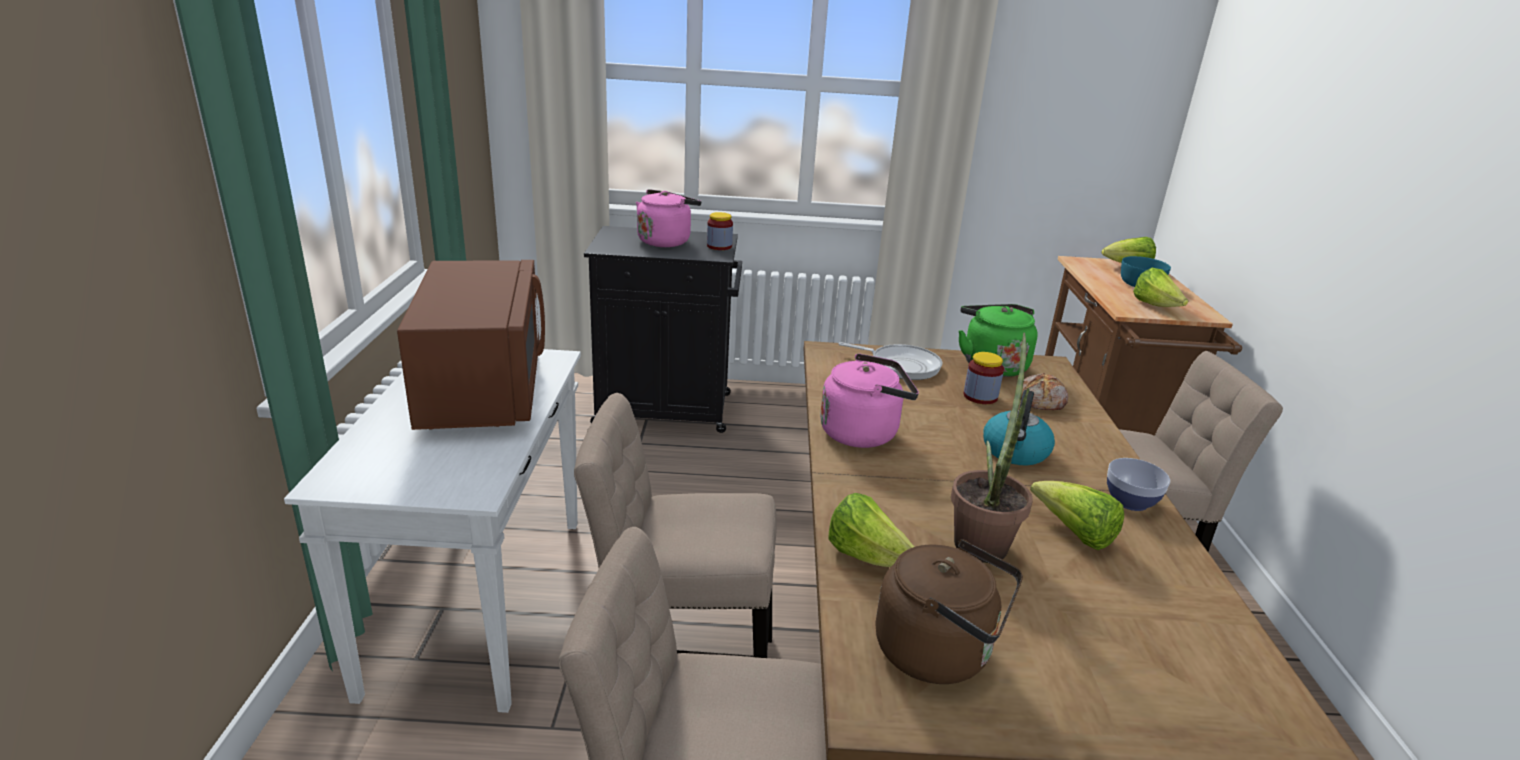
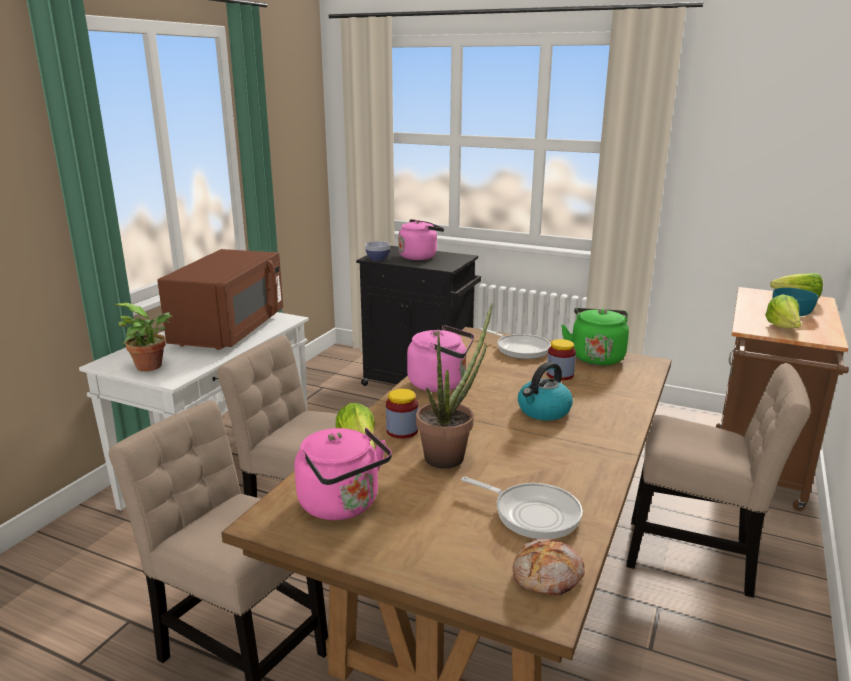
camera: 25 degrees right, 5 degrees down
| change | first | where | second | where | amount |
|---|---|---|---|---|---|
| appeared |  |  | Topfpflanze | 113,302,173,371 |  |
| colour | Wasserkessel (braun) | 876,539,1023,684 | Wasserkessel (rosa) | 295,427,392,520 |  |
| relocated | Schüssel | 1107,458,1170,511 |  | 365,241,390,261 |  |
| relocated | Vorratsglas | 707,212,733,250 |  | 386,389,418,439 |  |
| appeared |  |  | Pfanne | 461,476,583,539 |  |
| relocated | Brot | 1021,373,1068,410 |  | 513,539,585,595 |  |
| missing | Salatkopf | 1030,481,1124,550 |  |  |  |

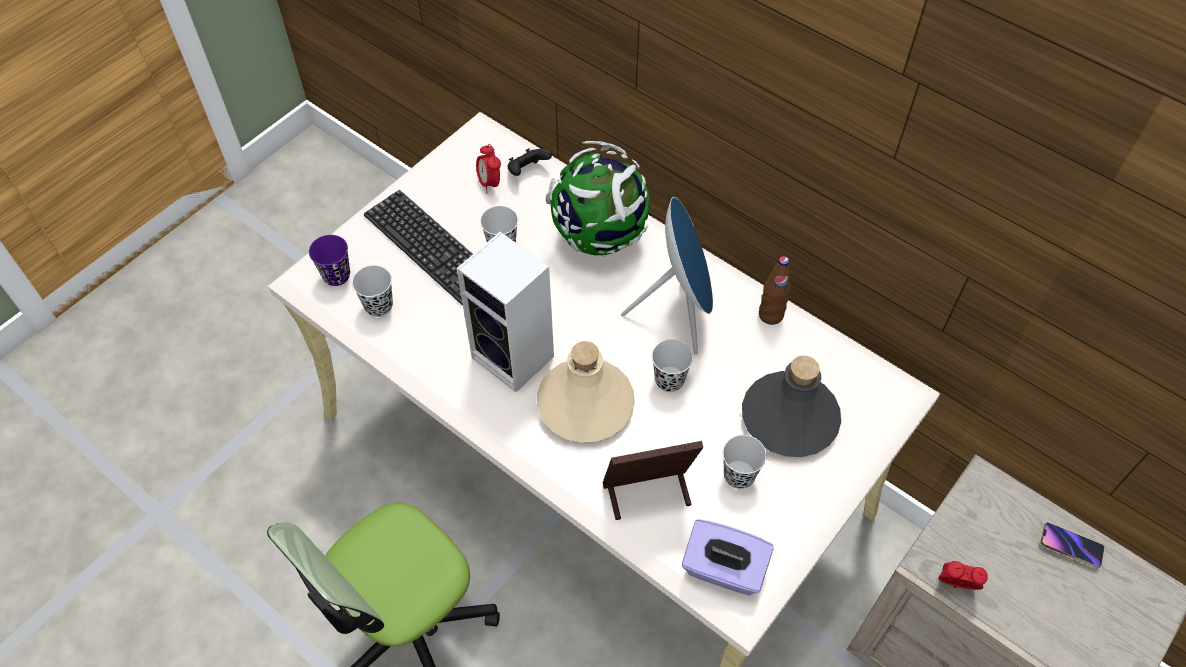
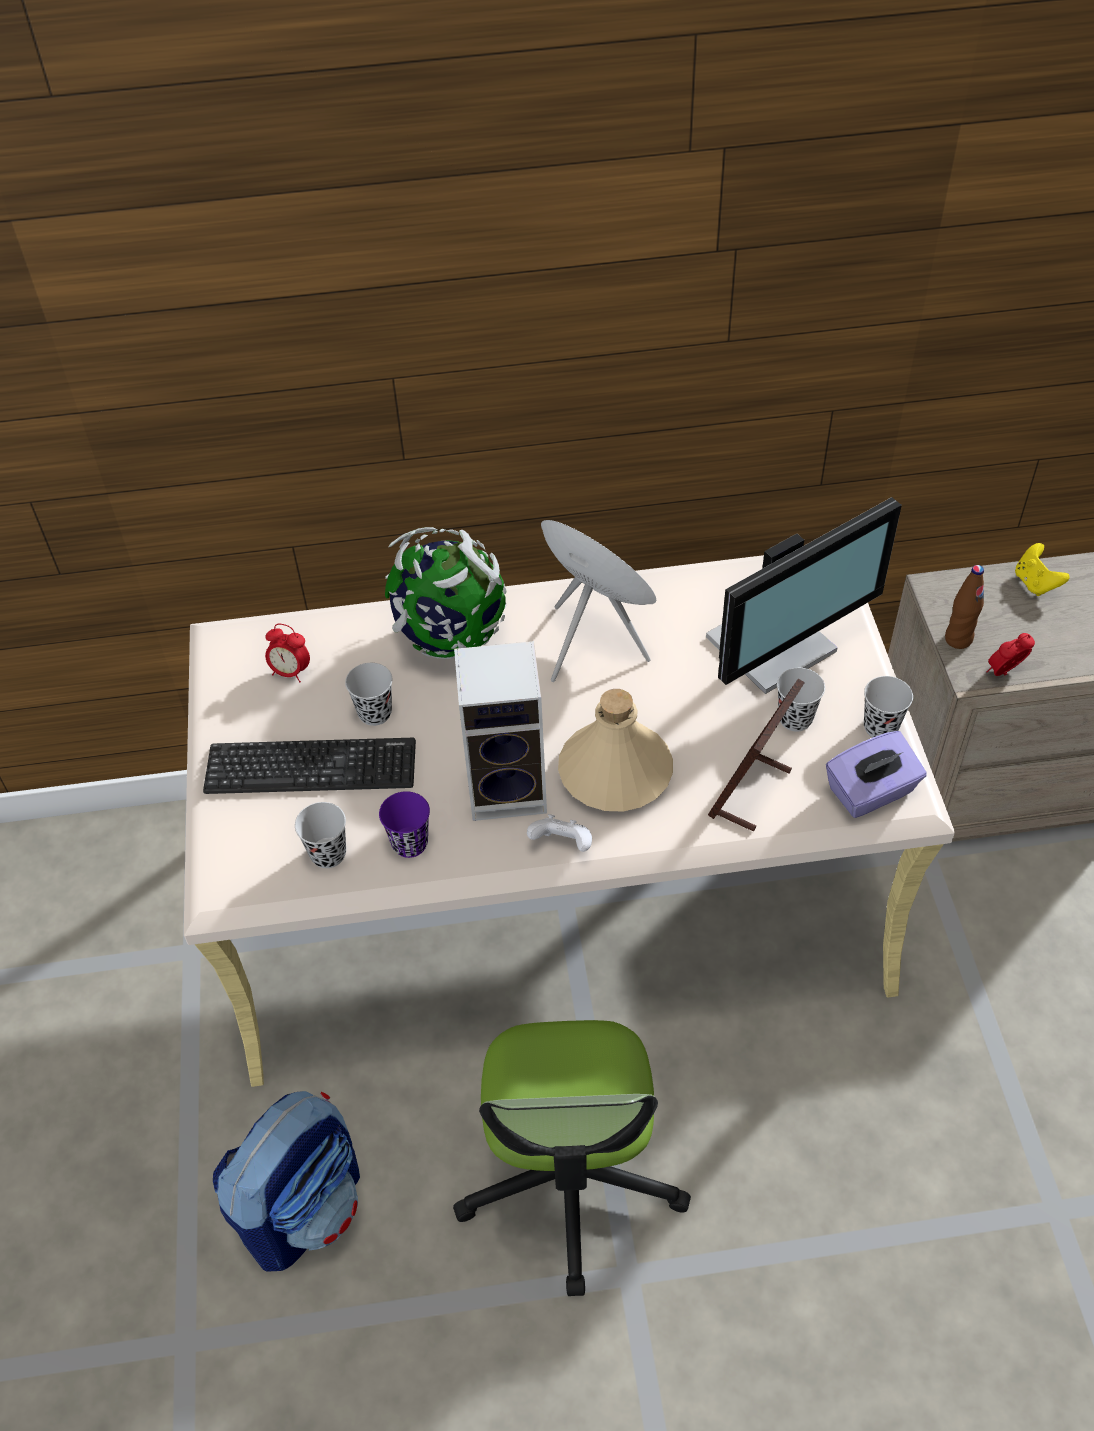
camera: 45 degrees left, 5 degrees down
| change | first | where | second | where | amount |
|---|---|---|---|---|---|
| appeared |  |  | Rucksack | 213,1091,360,1272 |  |
| relocated | Tasse (lila) | 309,235,350,286 |  | 379,791,430,858 |  |
| appeared |  |  | Gamepad (weiß) | 527,814,592,852 |  |
| exchanged | Flasche (grau) | 742,356,841,457 | Monitor | 706,497,902,694 |  |
| relocated | Tasse (schwarz) | 652,339,693,392 |  | 864,676,913,738 |  |
| relocated | Flasche (braun) | 759,256,791,325 |  | 945,565,984,649 |  |
| exchanged | Handy | 1040,522,1105,568 | Gamepad (gelb) | 1015,543,1070,596 |  |
| missing | Gamepad (schwarz) | 507,148,552,176 |  |  |  |

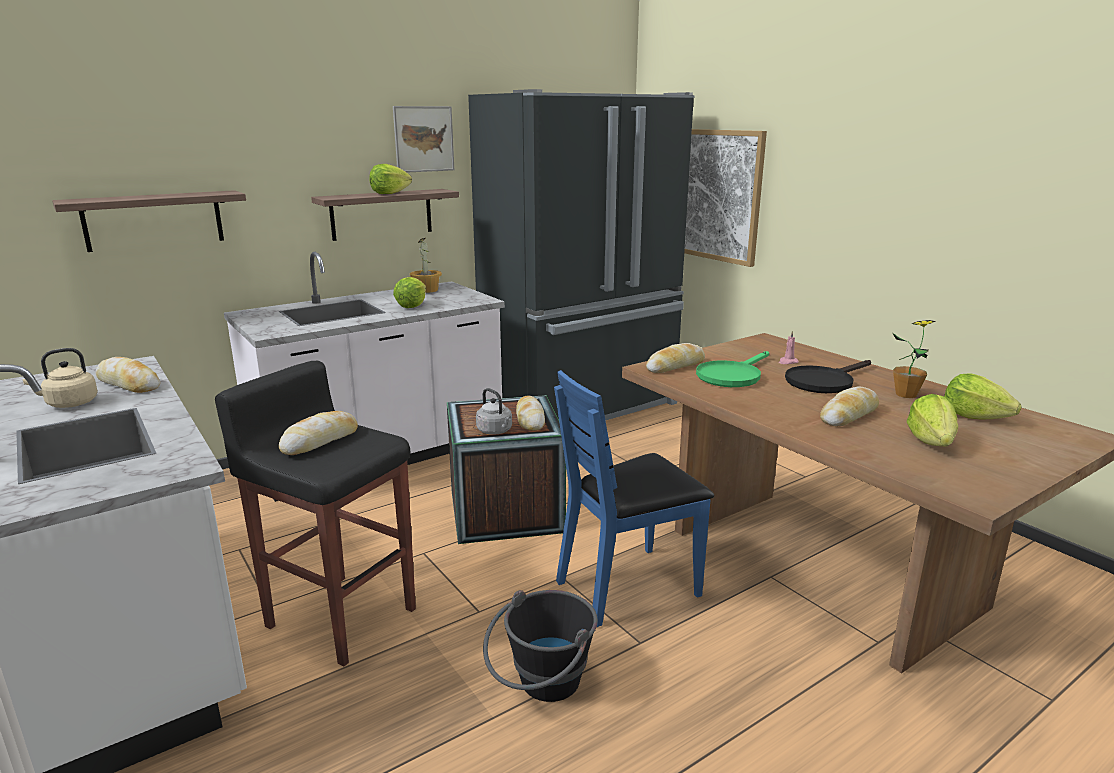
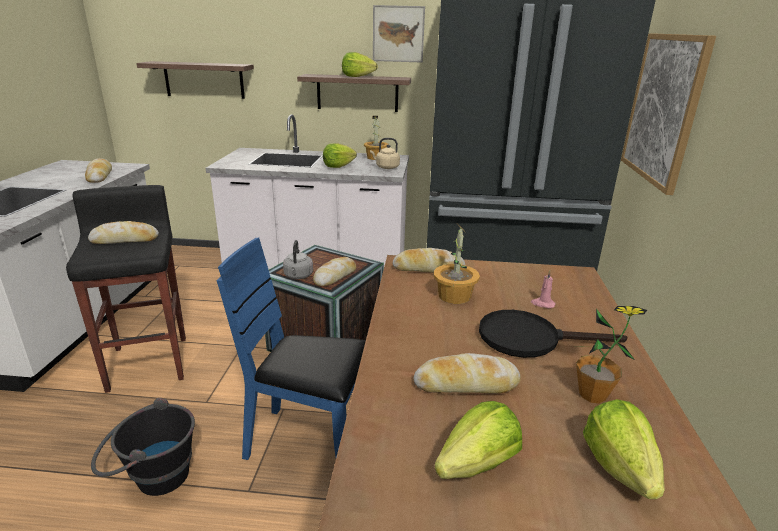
camera: 40 degrees right, 5 degrees up
| change | first | where | second | where | amount |
|---|---|---|---|---|---|
| relocated | Wasserkessel (beige) | 23,348,98,408 |  | 370,138,400,169 |  |
| exchanged | Pfanne (grün) | 696,351,769,387 | Topfpflanze | 434,225,480,304 |  |

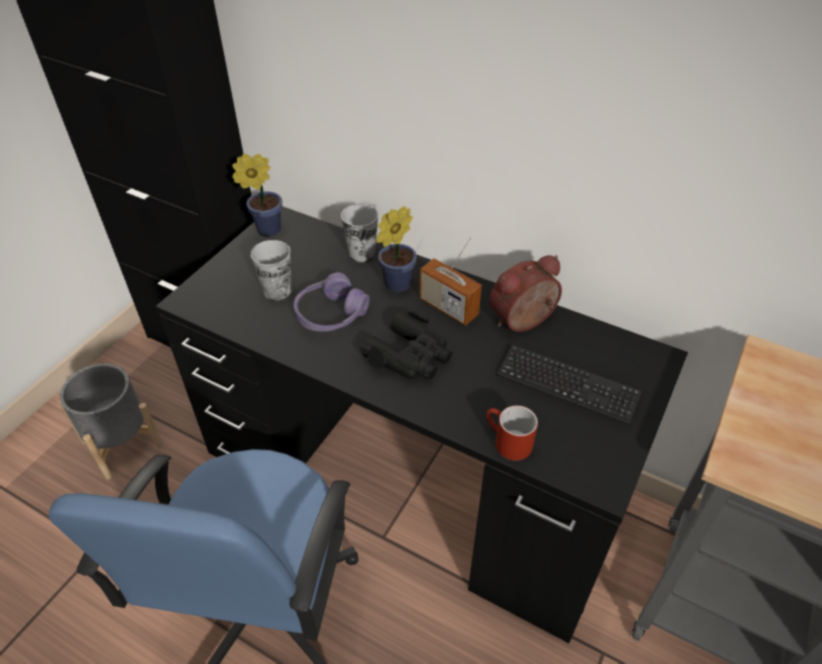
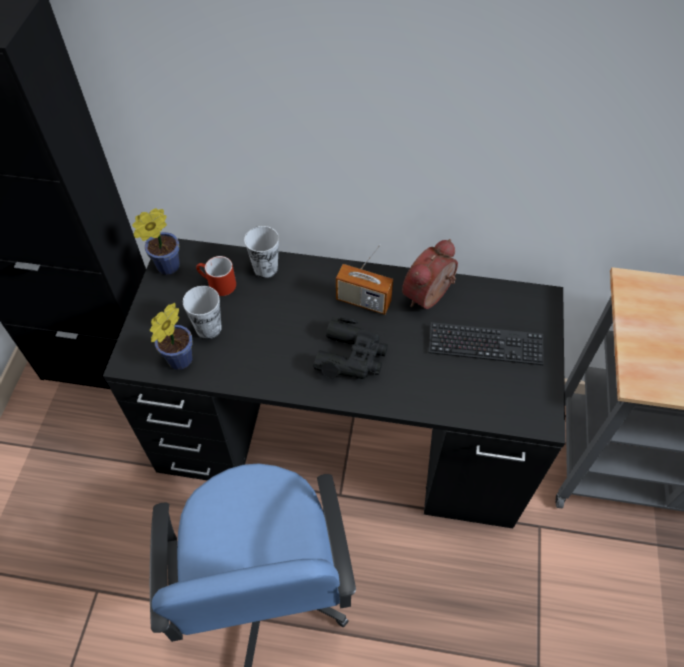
camera: 20 degrees left, 10 degrees up
| change | first | where | second | where | amount |
|---|---|---|---|---|---|
| relocated | Topfpflanze | 376,206,417,293 |  | 150,303,193,370 |  |
| relocated | Henkelbecher (rot) | 486,405,538,461 |  | 196,256,236,296 |  |
| missing | Pflanzkübel (grau) | 59,363,163,479 |  |  |  |
| missing | Kopfhörer (lila) | 294,272,370,332 |  |  |  |

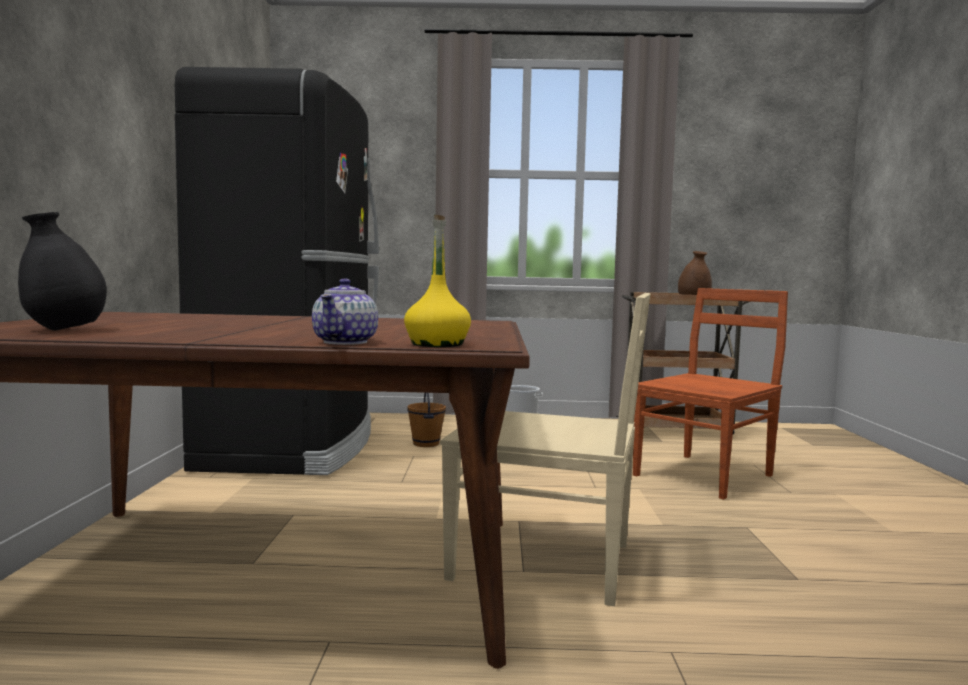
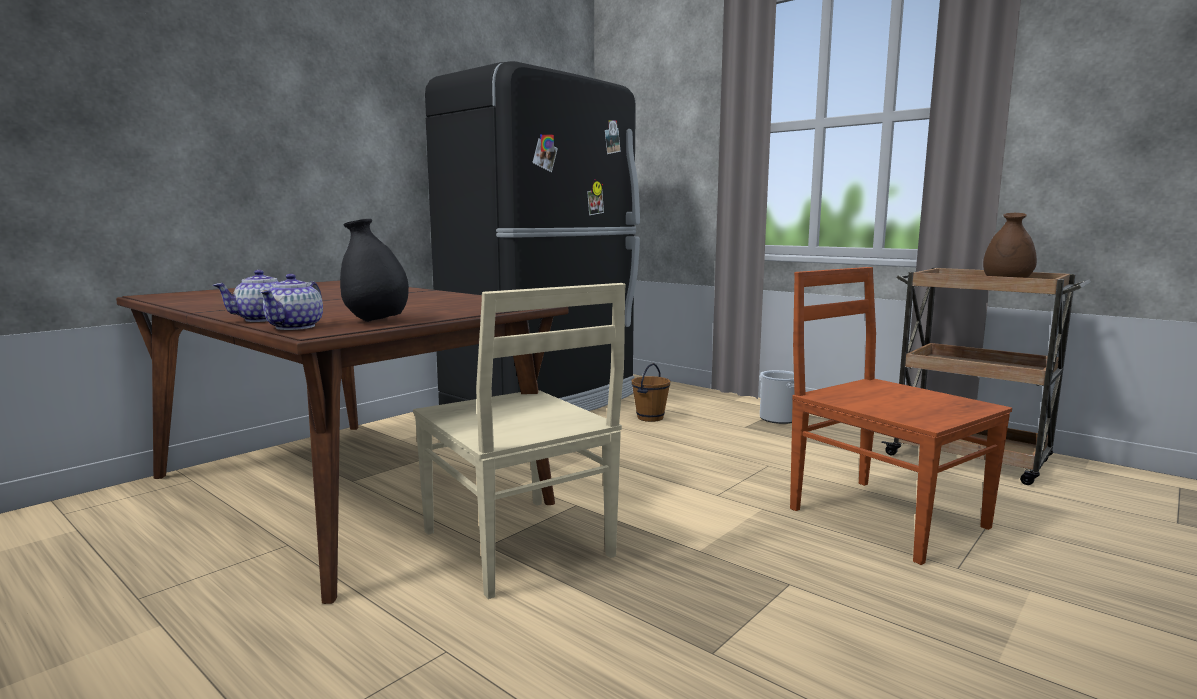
camera: 40 degrees right, 5 degrees up
| change | first | where | second | where | amount |
|---|---|---|---|---|---|
| exchanged | Flasche (gelb) | 404,215,471,347 | Teekanne | 260,274,323,330 |  |
| relocated | Vase (schwarz) | 18,212,107,331 |  | 340,219,409,322 |  |
| spun | Stuhl (braun) | 633,288,788,500 |  | 790,267,1012,565 | 120 degrees counterclockwise |

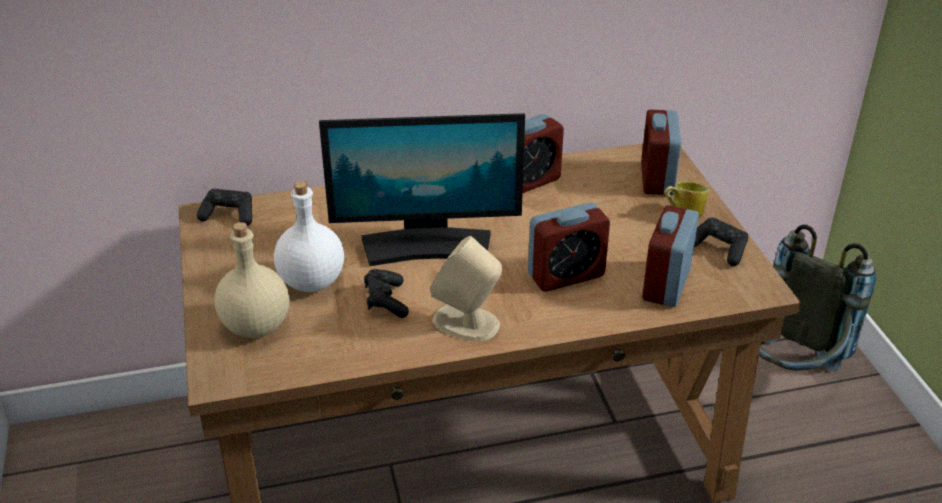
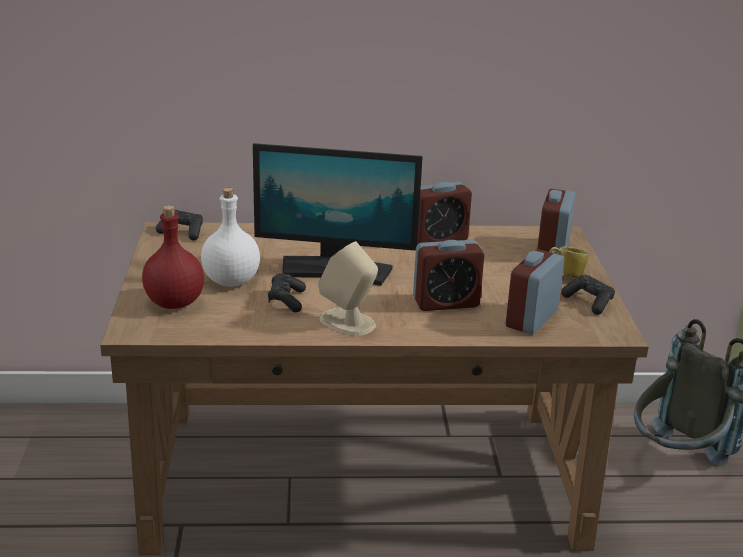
camera: 10 degrees right, 10 degrees down
| change | first | where | second | where | amount |
|---|---|---|---|---|---|
| colour | Flasche (beige) | 214,222,289,338 | Flasche (rot) | 142,206,204,309 |  |

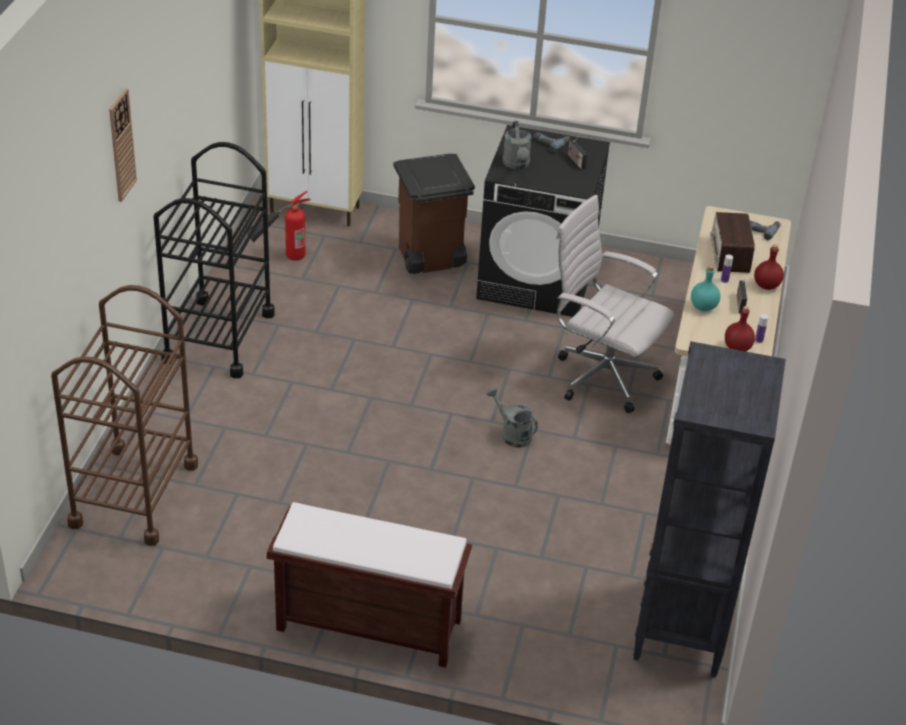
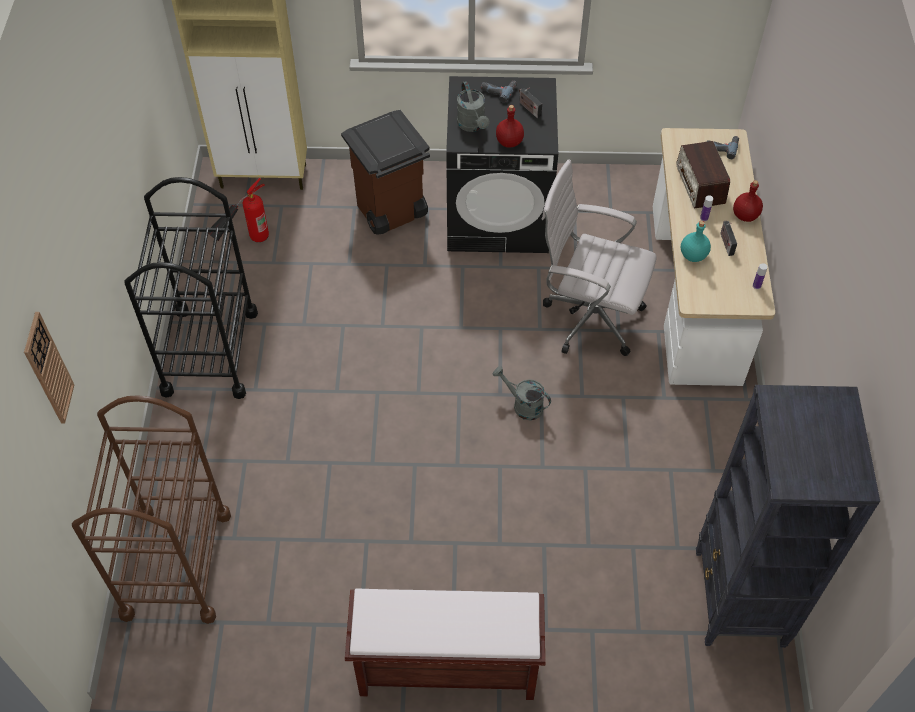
camera: 10 degrees left, 15 degrees up
| change | first | where | second | where | amount |
|---|---|---|---|---|---|
| relocated | Wanduhr | 109,88,137,202 |  | 24,312,74,424 |  |
| relocated | Flasche (rot) | 725,306,755,352 |  | 496,105,524,148 |  |

